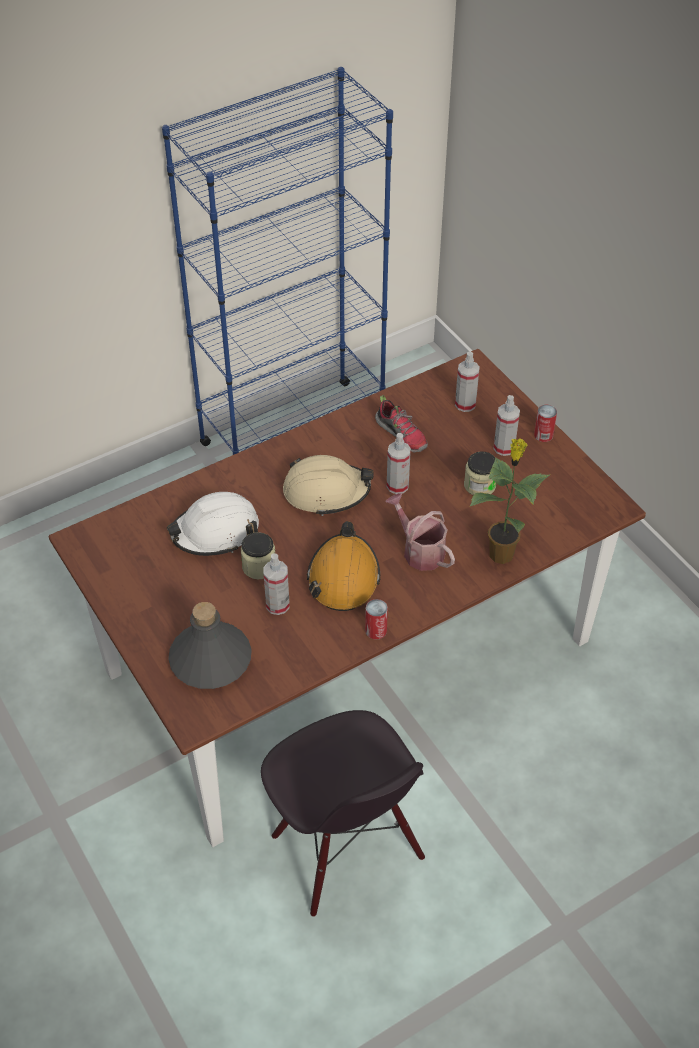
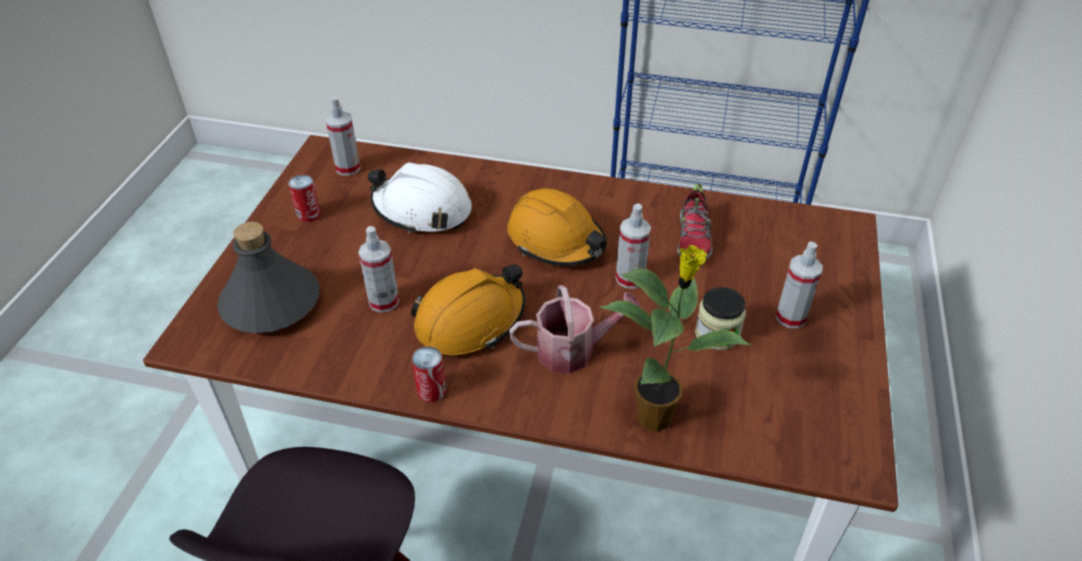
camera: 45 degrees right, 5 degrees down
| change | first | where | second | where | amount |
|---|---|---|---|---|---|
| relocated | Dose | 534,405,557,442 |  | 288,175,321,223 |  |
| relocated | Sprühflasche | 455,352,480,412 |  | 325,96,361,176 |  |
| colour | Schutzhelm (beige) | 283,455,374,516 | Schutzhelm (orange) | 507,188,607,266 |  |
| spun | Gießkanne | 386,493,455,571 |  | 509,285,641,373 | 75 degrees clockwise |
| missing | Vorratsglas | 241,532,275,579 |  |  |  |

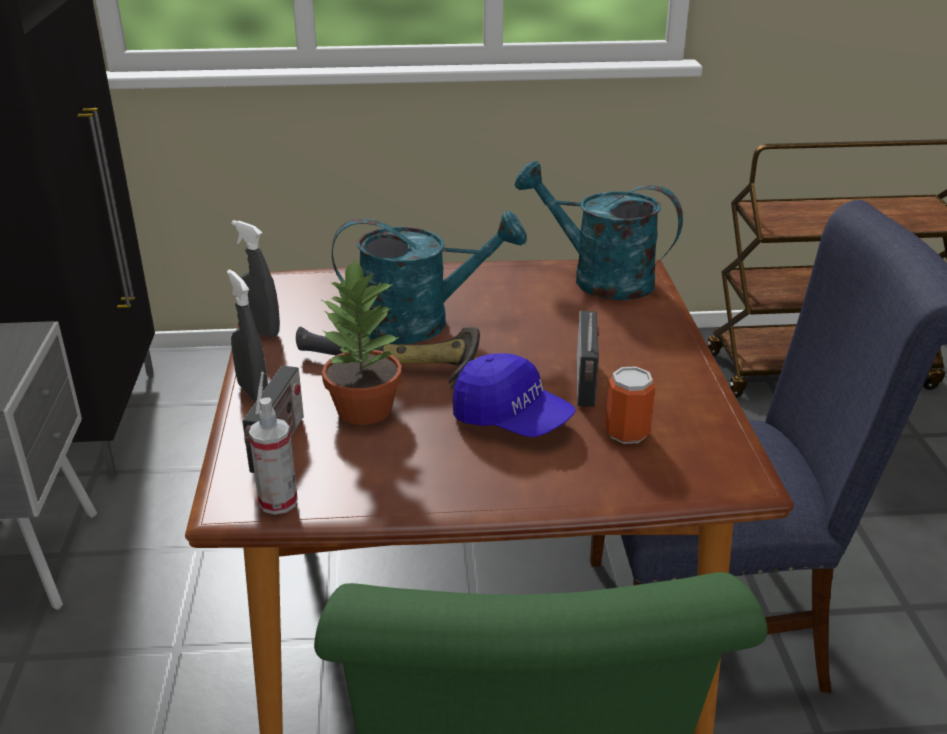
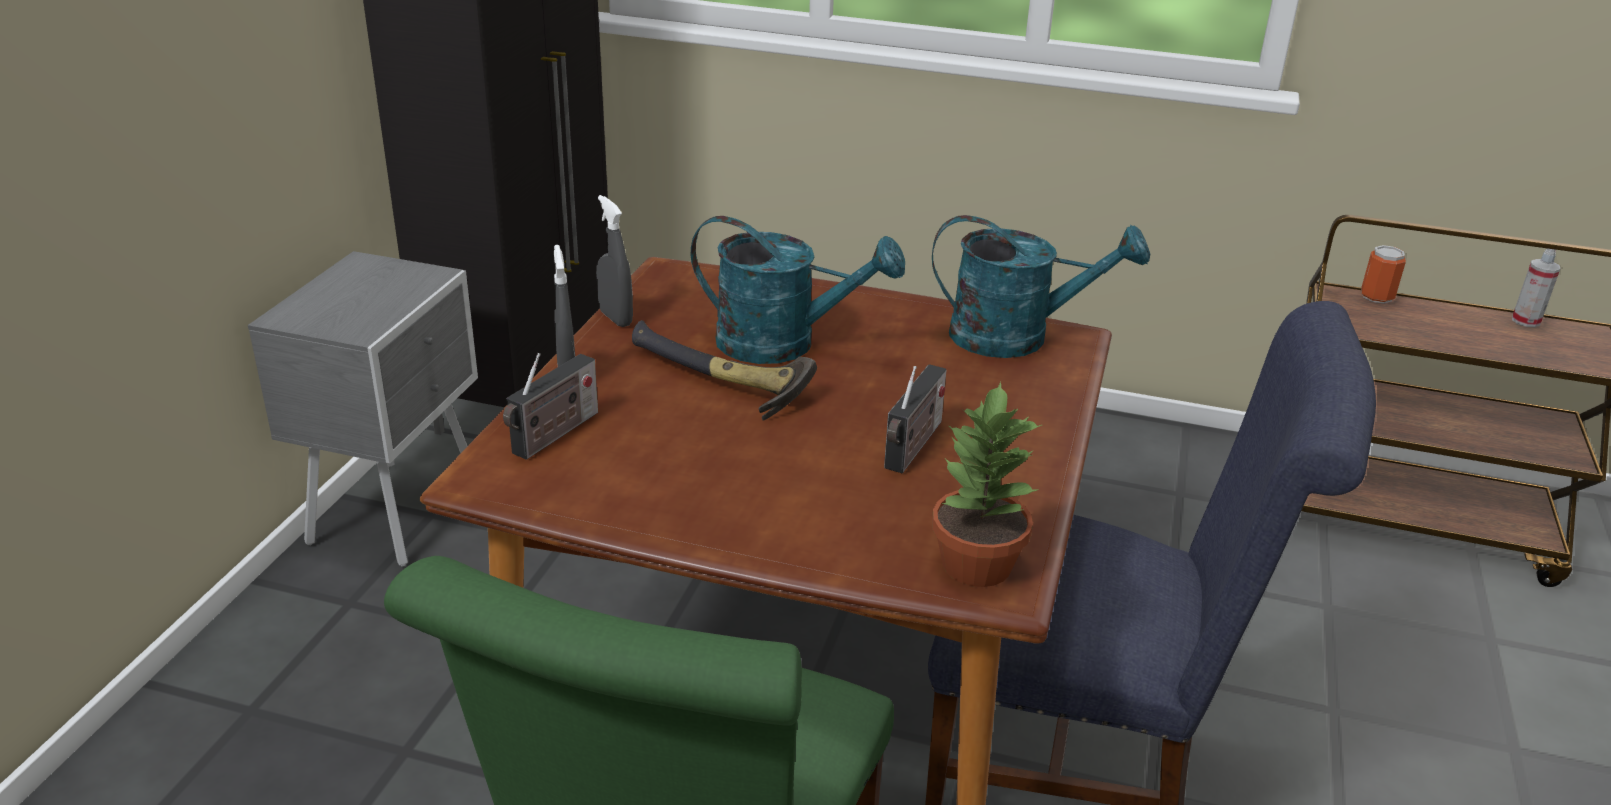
camera: 20 degrees right, 0 degrees up
| change | first | where | second | where | amount |
|---|---|---|---|---|---|
| spun | Gießkanne (türkis) | 515,161,683,300 |  | 932,215,1150,358 | 135 degrees clockwise |
| relocated | Topfpflanze | 320,259,402,425 |  | 932,382,1042,587 |  |
| relocated | Dose | 605,367,655,444 |  | 1361,245,1406,304 |  |
| relocated | Sprühflasche | 249,397,298,515 |  | 1512,248,1560,327 |  |
| missing | Kappe (blau) | 453,353,576,437 |  |  |  |

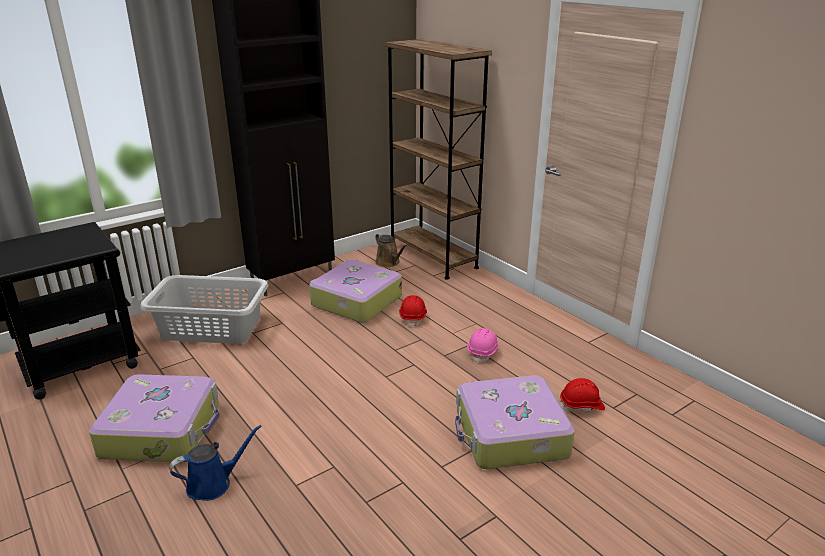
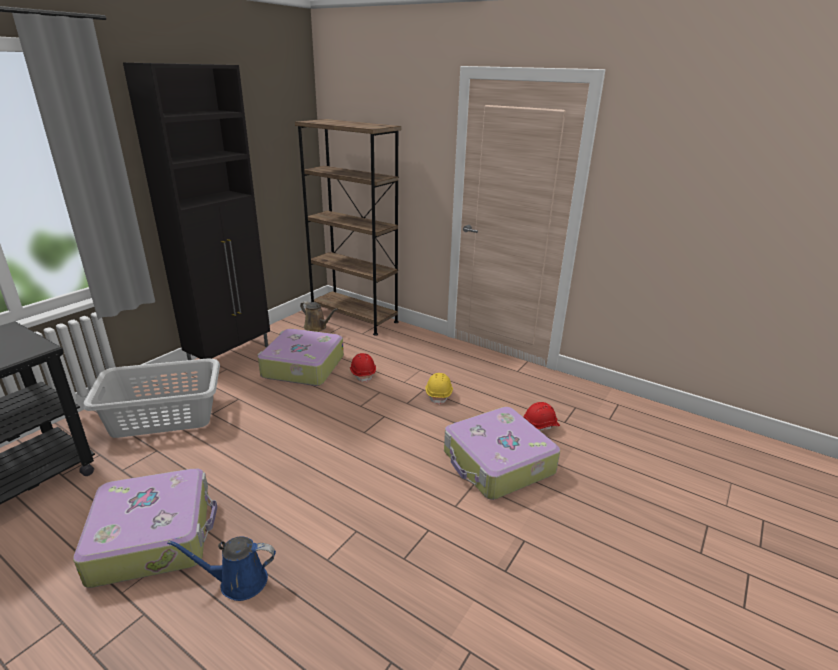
camera: 20 degrees left, 0 degrees up
| change | first | where | second | where | amount |
|---|---|---|---|---|---|
| spun | Gießkanne (blau) | 169,425,262,501 |  | 167,537,276,601 | 135 degrees counterclockwise |
| colour | Schutzhelm (rosa) | 467,328,499,364 | Schutzhelm (gelb) | 425,373,453,405 |  |

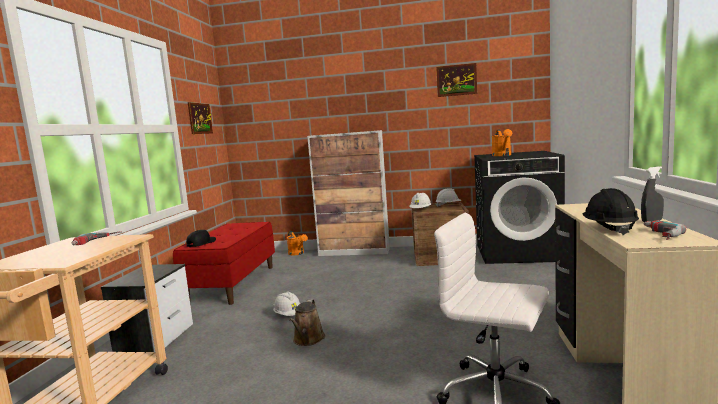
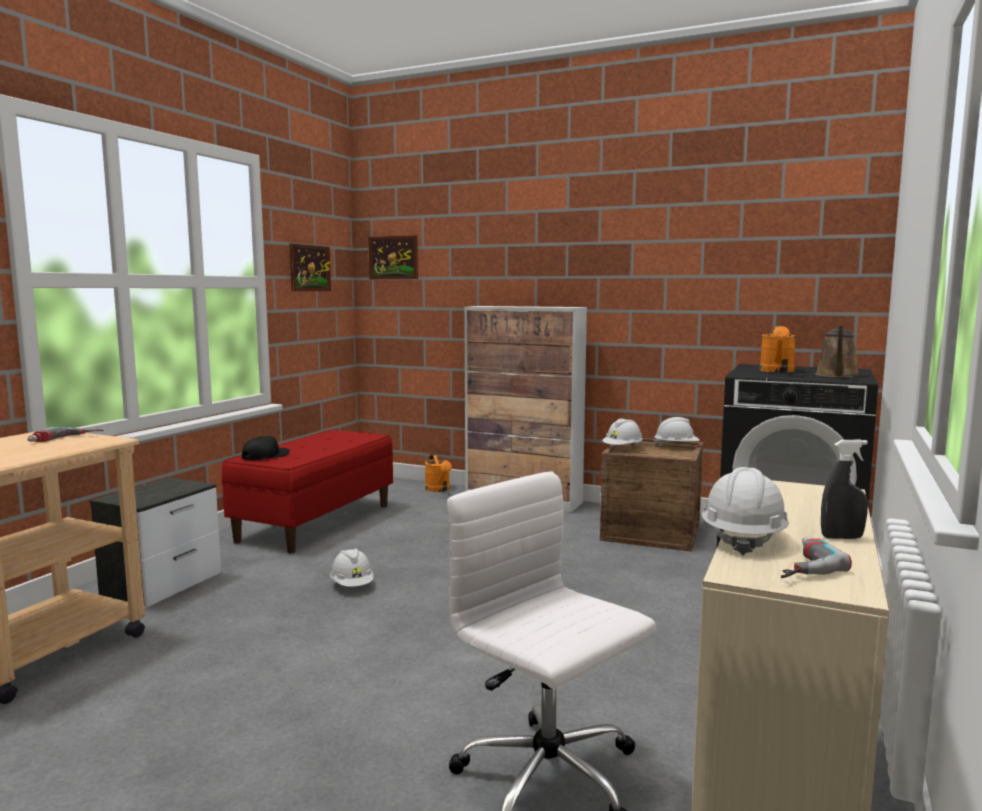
camera: 15 degrees right, 0 degrees up
| change | first | where | second | where | amount |
|---|---|---|---|---|---|
| relocated | Bild | 436,63,477,97 |  | 368,235,418,279 |  |
| colour | Schutzhelm (schwarz) | 582,188,639,235 | Schutzhelm (weiß) | 702,467,789,556 |  |
| relocated | Gießkanne (braun) | 289,299,325,346 |  | 815,326,860,378 |  |

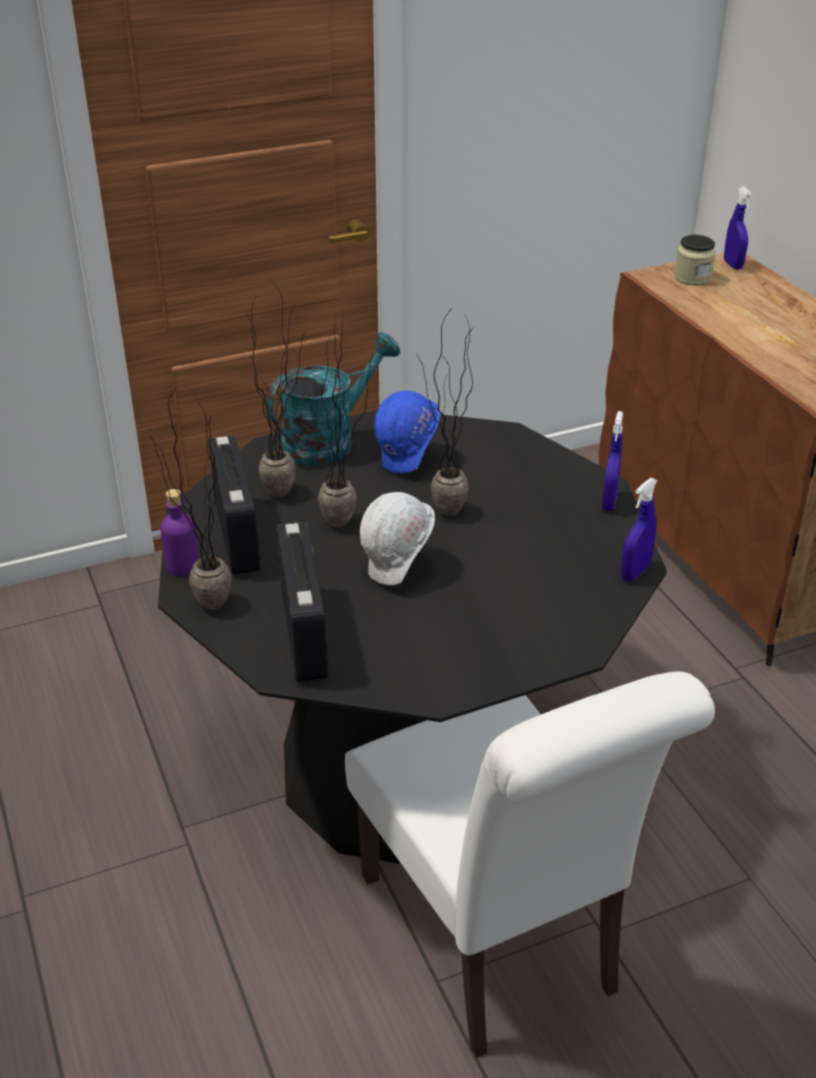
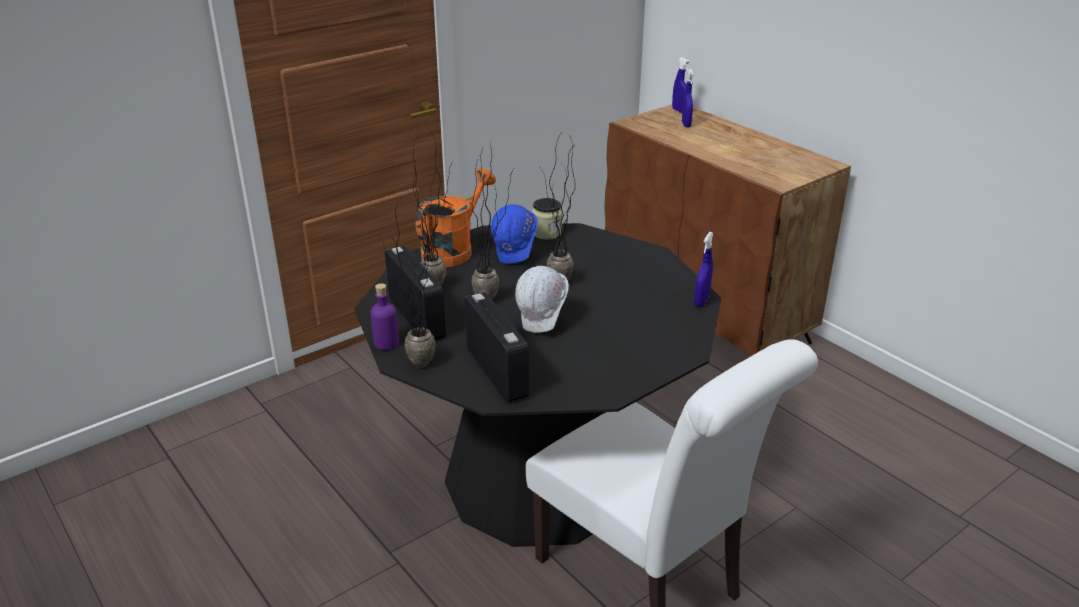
camera: 15 degrees left, 5 degrees down
| change | first | where | second | where | amount |
|---|---|---|---|---|---|
| colour | Gießkanne (türkis) | 267,332,400,465 | Gießkanne (orange) | 415,168,496,267 |  |
| relocated | Vorratsglas | 674,235,716,285 |  | 532,198,562,240 |  |
| relocated | Sprühflasche (blau) | 602,411,623,511 |  | 682,69,694,127 |  |

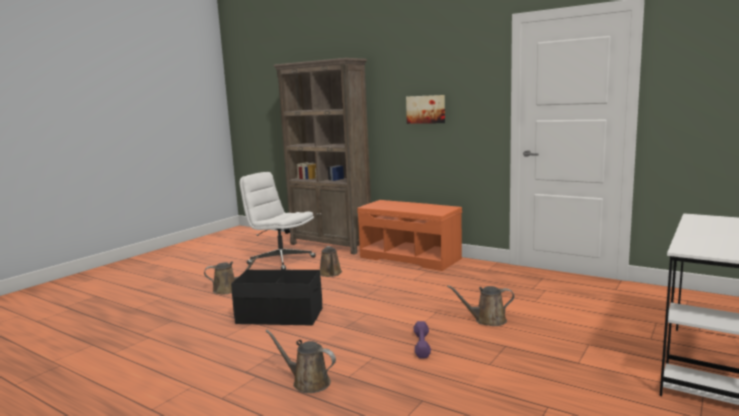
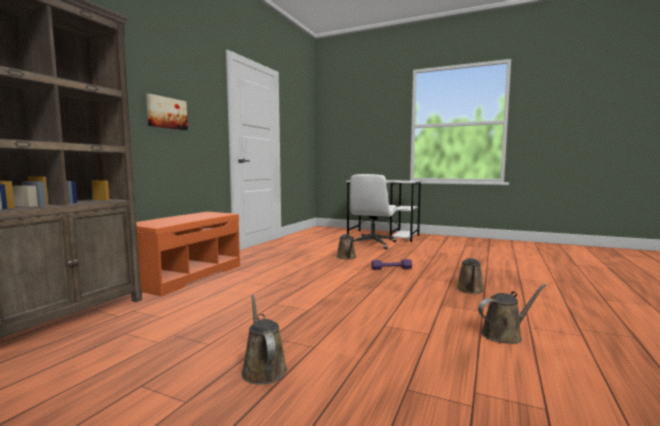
camera: 100 degrees left, 5 degrees down
| change | first | where | second | where | amount |
|---|---|---|---|---|---|
| relocated | Bürostuhl (weiß) | 239,172,316,270 |  | 350,174,397,250 |  |
| relocated | Gießkanne (braun) | 320,246,342,277 |  | 478,284,547,344 |  |
| missing | Aufbewahrungsbox (schwarz) | 231,270,322,326 |  |  |  |

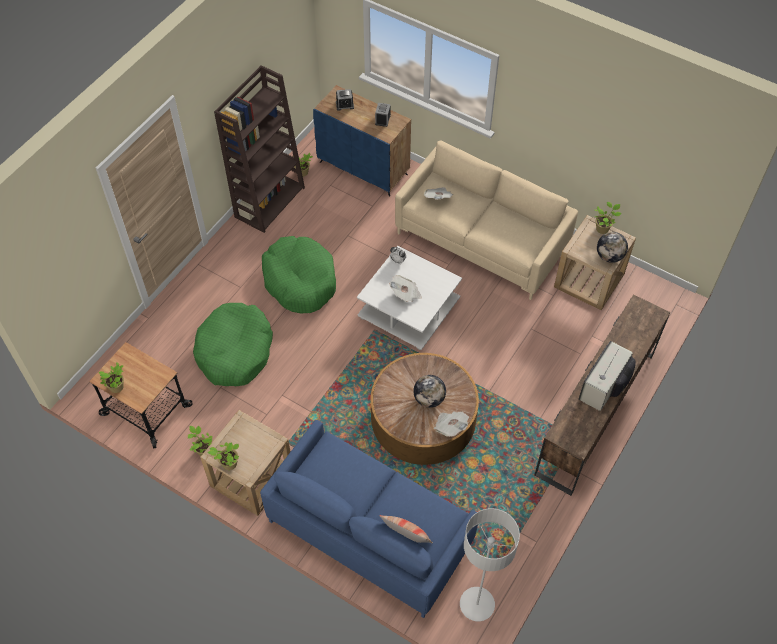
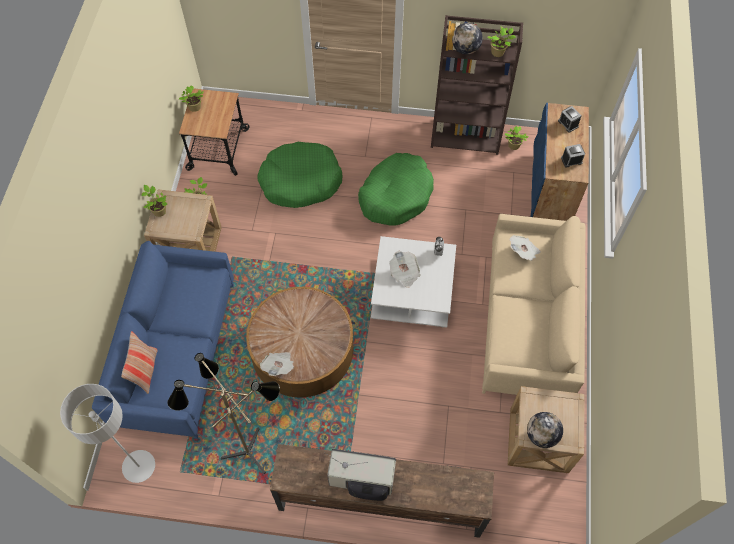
camera: 65 degrees right, 5 degrees up
| change | first | where | second | where | amount |
|---|---|---|---|---|---|
| appeared |  |  | Stehlampe | 167,353,280,474 |  |
| relocated | Globus | 413,375,446,408 |  | 452,23,483,54 |  |
| relocated | Topfpflanze | 595,202,622,234 |  | 487,26,516,57 |  |

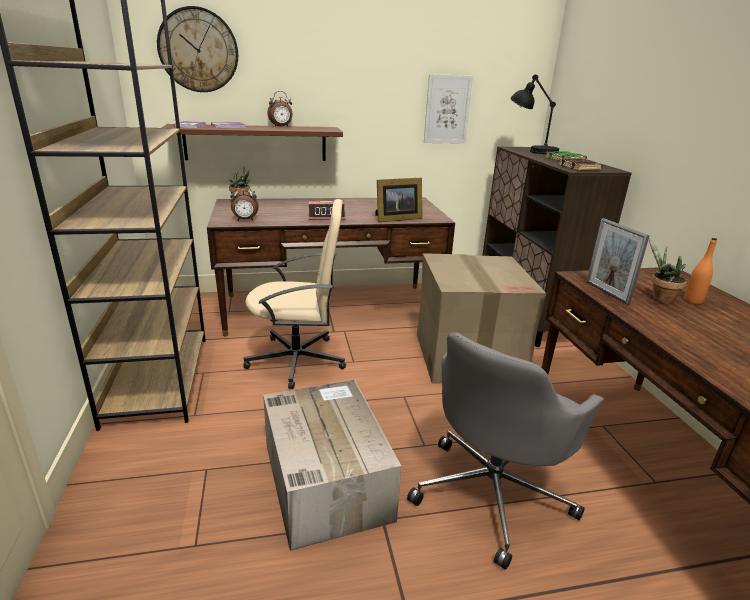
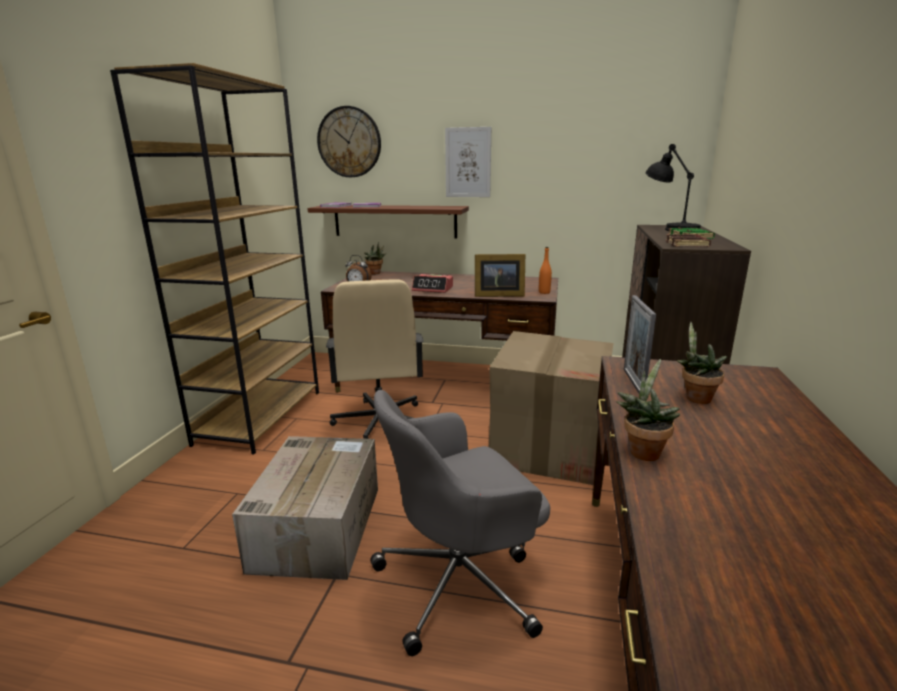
camera: 25 degrees right, 5 degrees down
| change | first | where | second | where | amount |
|---|---|---|---|---|---|
| spun | Bürostuhl (beige) | 243,199,346,389 |  | 326,279,424,439 | 60 degrees clockwise |
| relocated | Bild | 424,74,473,144 |  | 445,127,491,197 |  |
| relocated | Flasche (orange) | 684,238,717,305 |  | 539,247,552,294 |  |
| appeared |  |  | Topfpflanze | 616,359,680,461 |  |
| missing | Wecker | 268,91,293,127 |  |  |  |

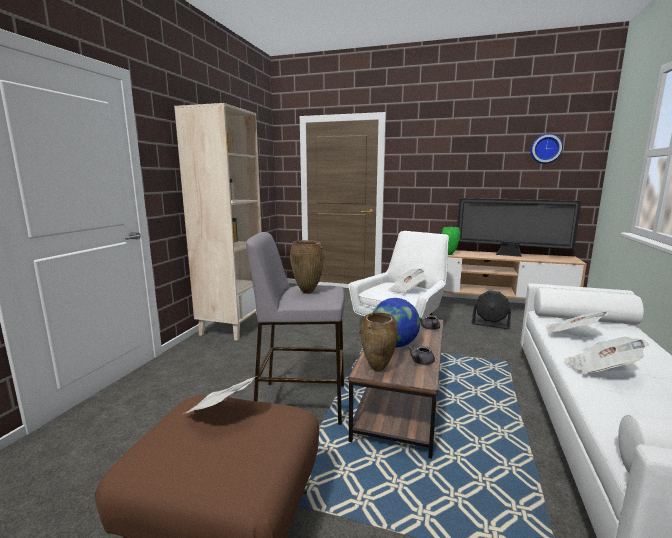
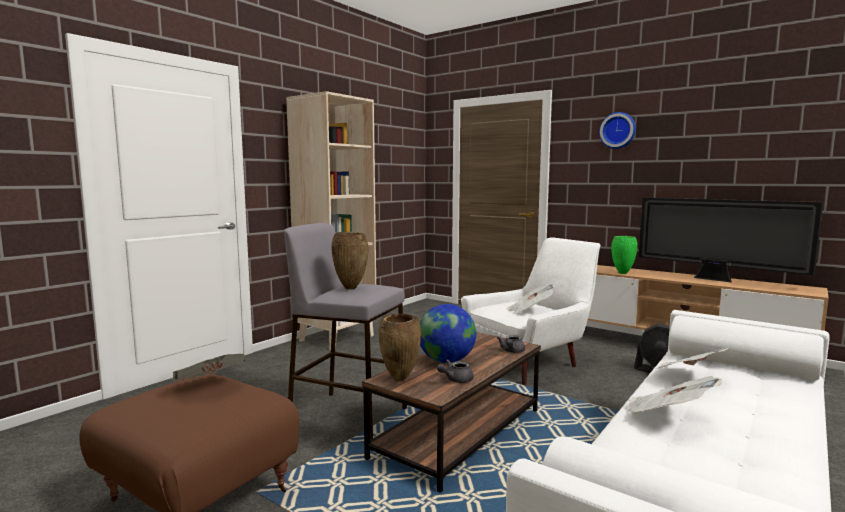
camera: 20 degrees right, 5 degrees down
| change | first | where | second | where | amount |
|---|---|---|---|---|---|
| relocated | Wanduhr | 530,133,563,164 |  | 599,112,636,149 |  |

